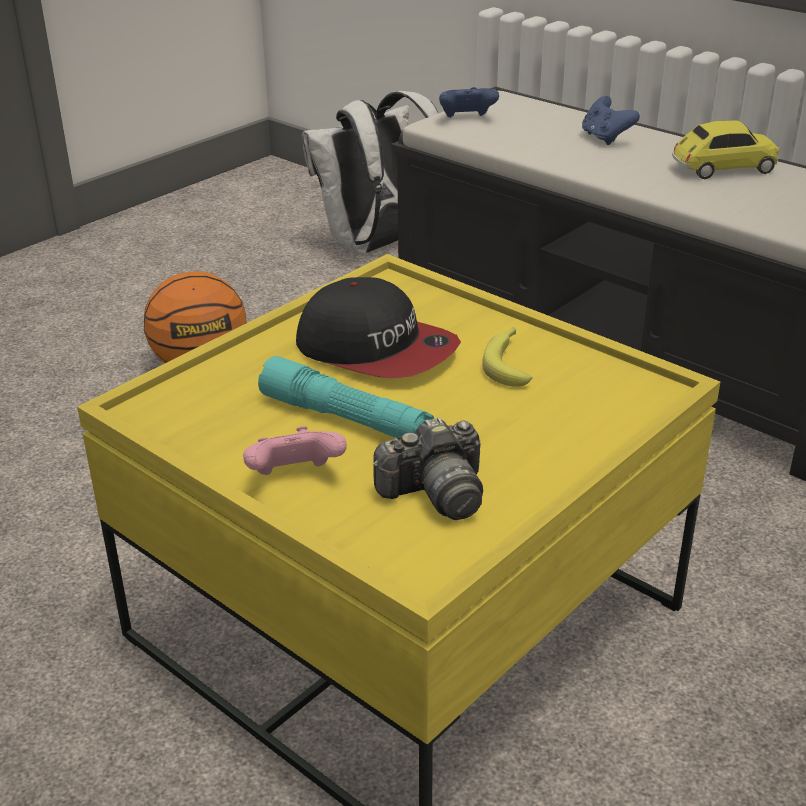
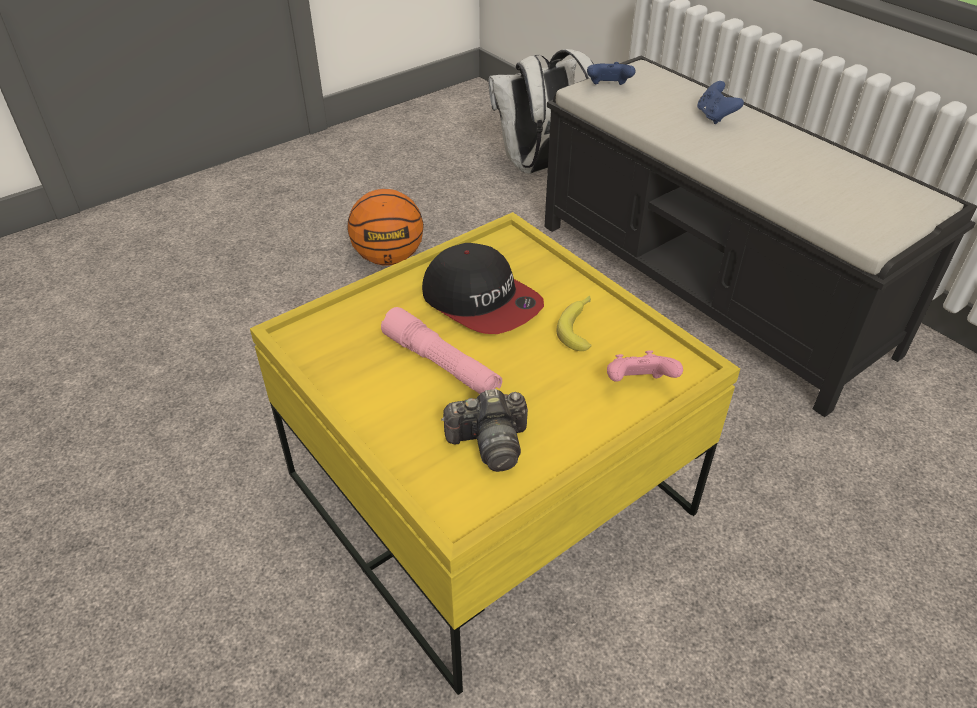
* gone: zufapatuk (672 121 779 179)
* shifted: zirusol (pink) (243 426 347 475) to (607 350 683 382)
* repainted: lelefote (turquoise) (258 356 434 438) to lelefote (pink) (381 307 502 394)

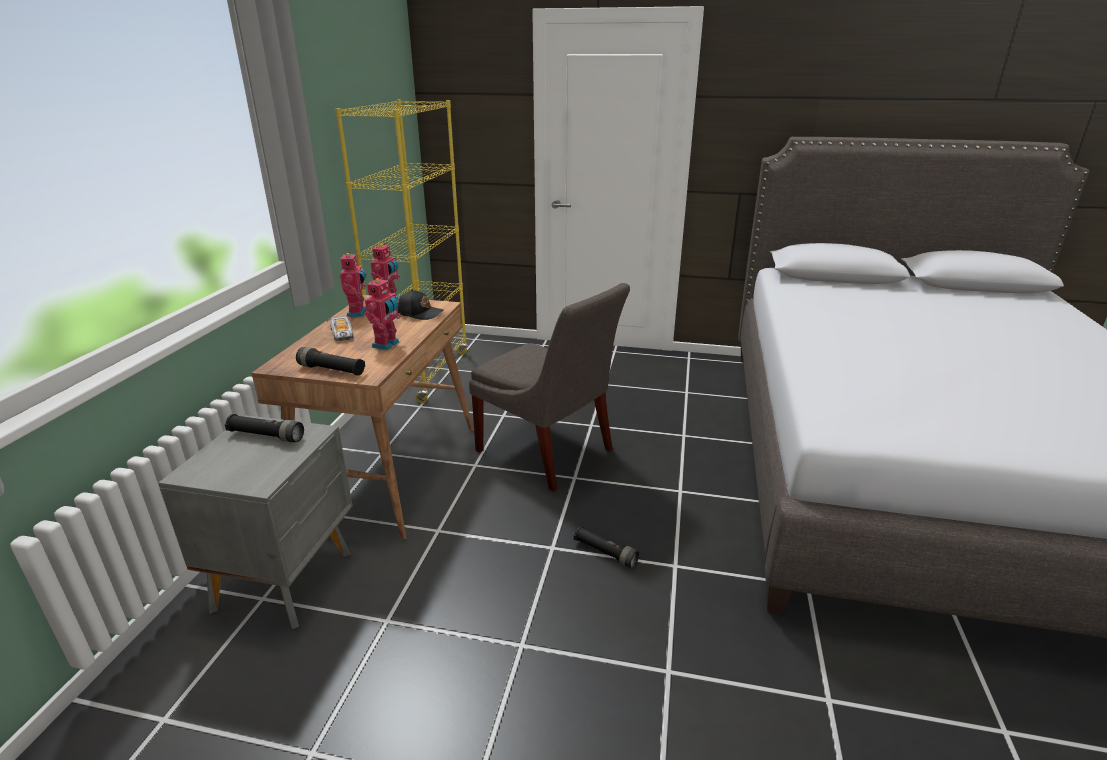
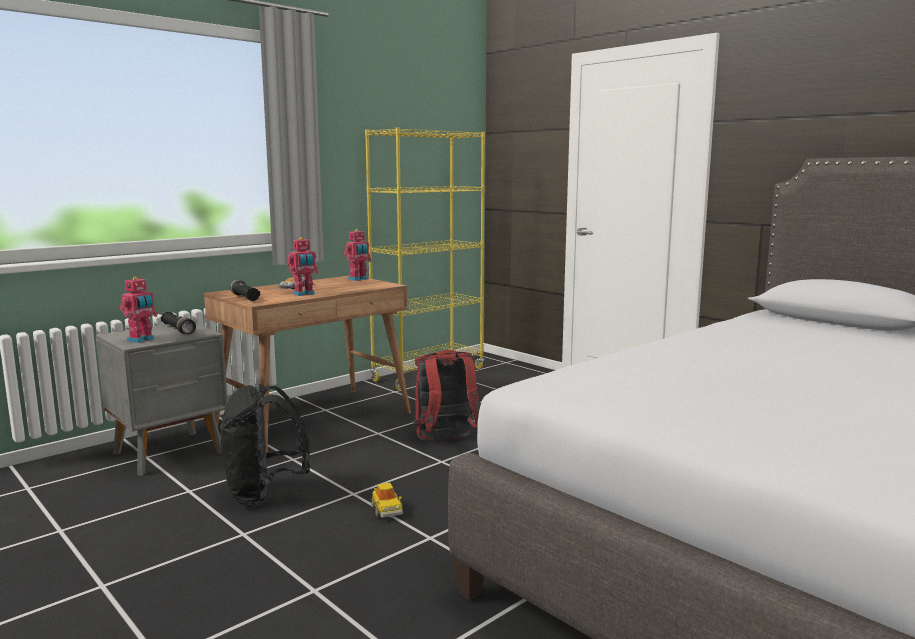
* gone: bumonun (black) (397 290 444 320)
* new: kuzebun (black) (220 384 310 506)
* shifted: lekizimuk (340 252 366 317) to (120 277 158 343)
* swapped: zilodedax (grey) (469 283 630 492) to kuzebun (red) (413 350 481 441)
* swapped: lelefote (black) (574 526 639 568) to zufapatuk (371 483 403 518)

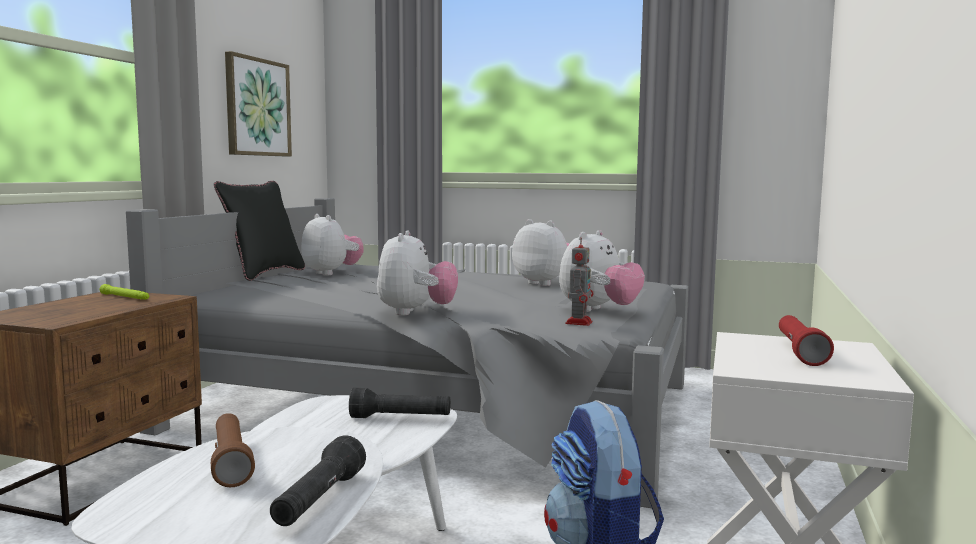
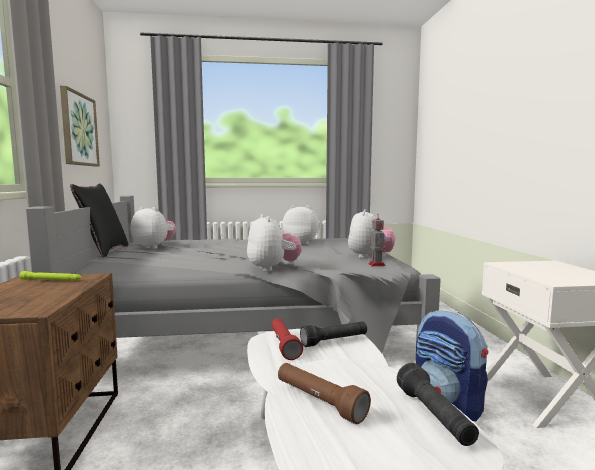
* shifted: lelefote (red) (779 315 834 366) to (271 318 303 360)

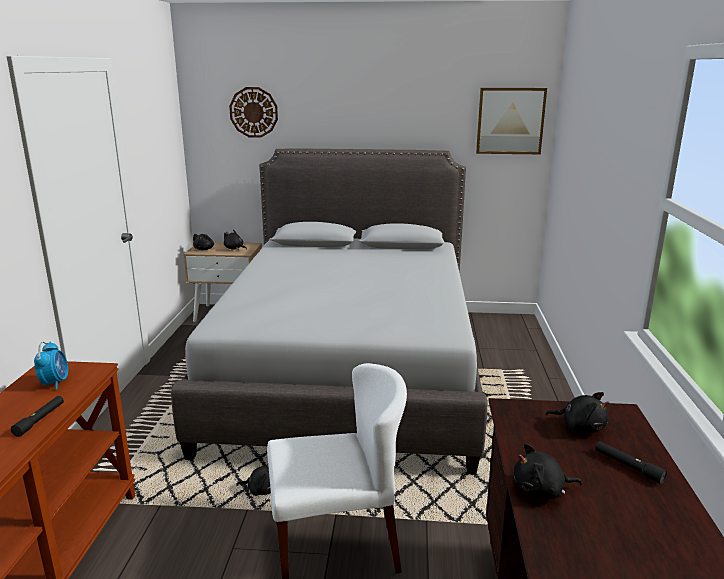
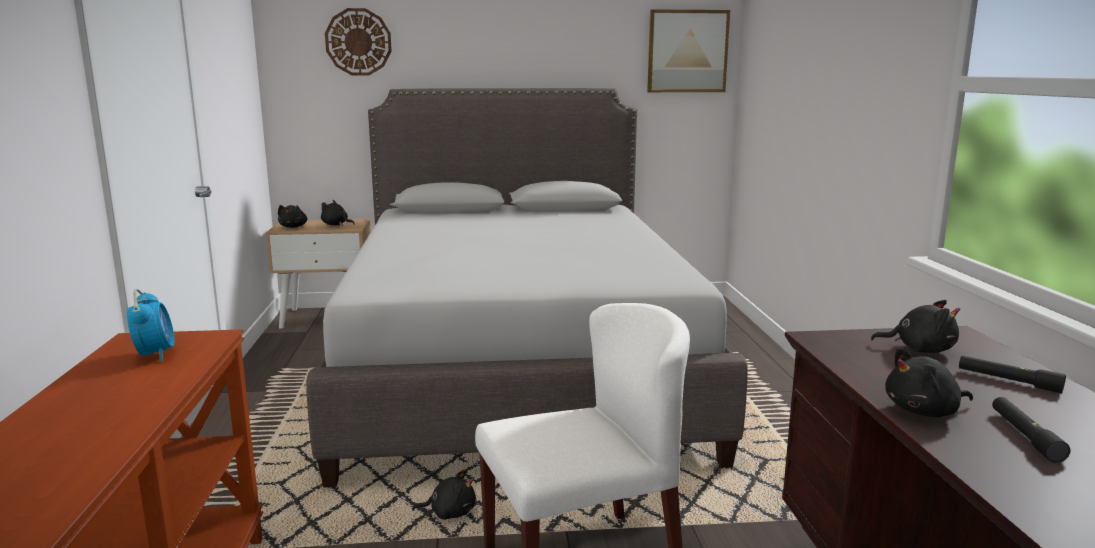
* shifted: lelefote (black) (11 396 64 437) to (992 397 1070 463)

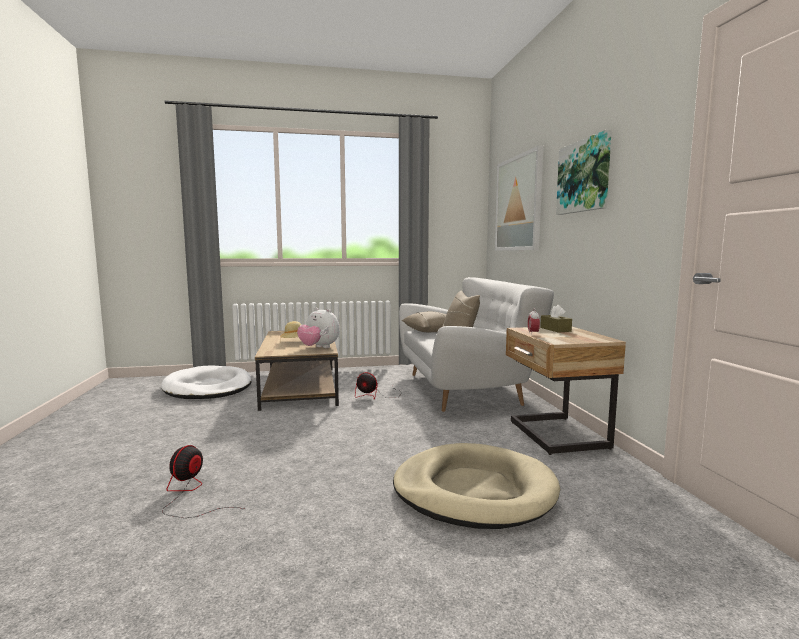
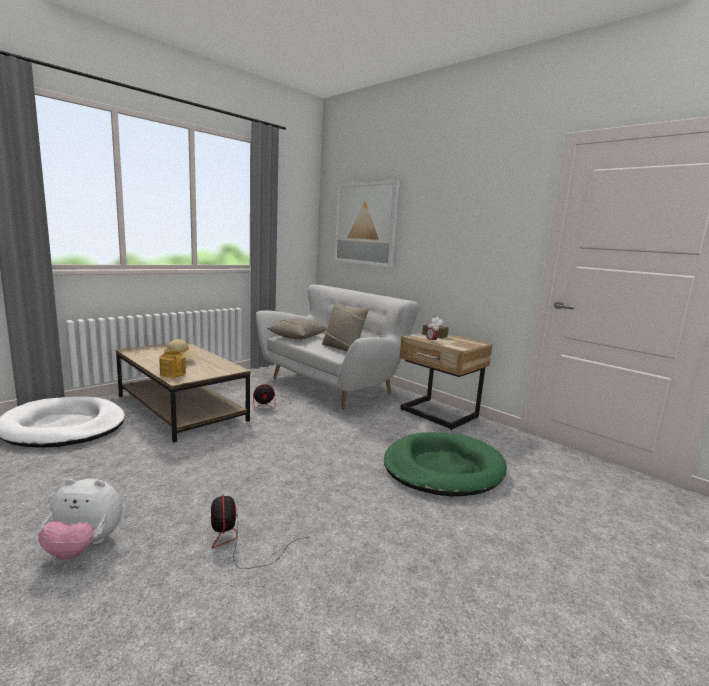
* gone: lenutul (556 130 612 215)
* new: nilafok (159 349 186 377)
* shifted: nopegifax (297 308 340 348) to (38 479 122 560)
* repainted: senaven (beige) (393 443 560 529) to senaven (green) (384 432 507 496)

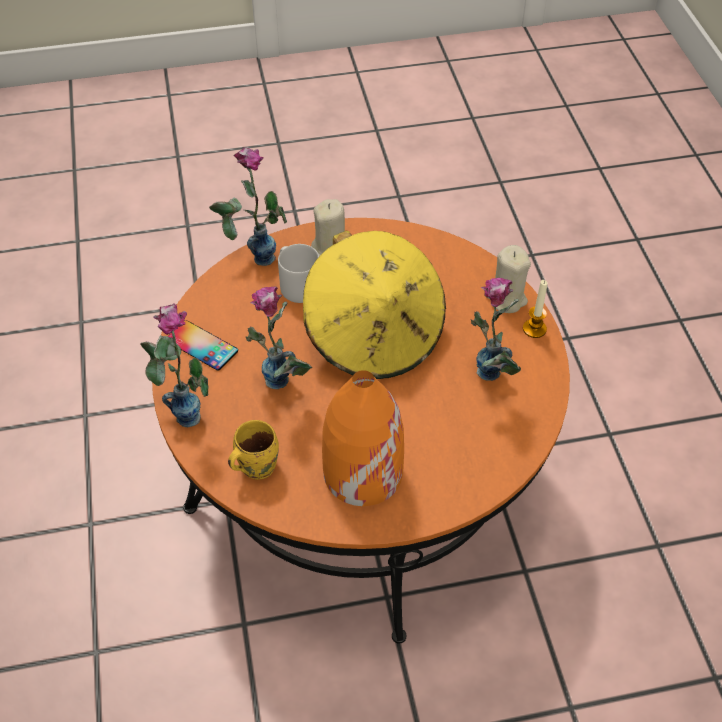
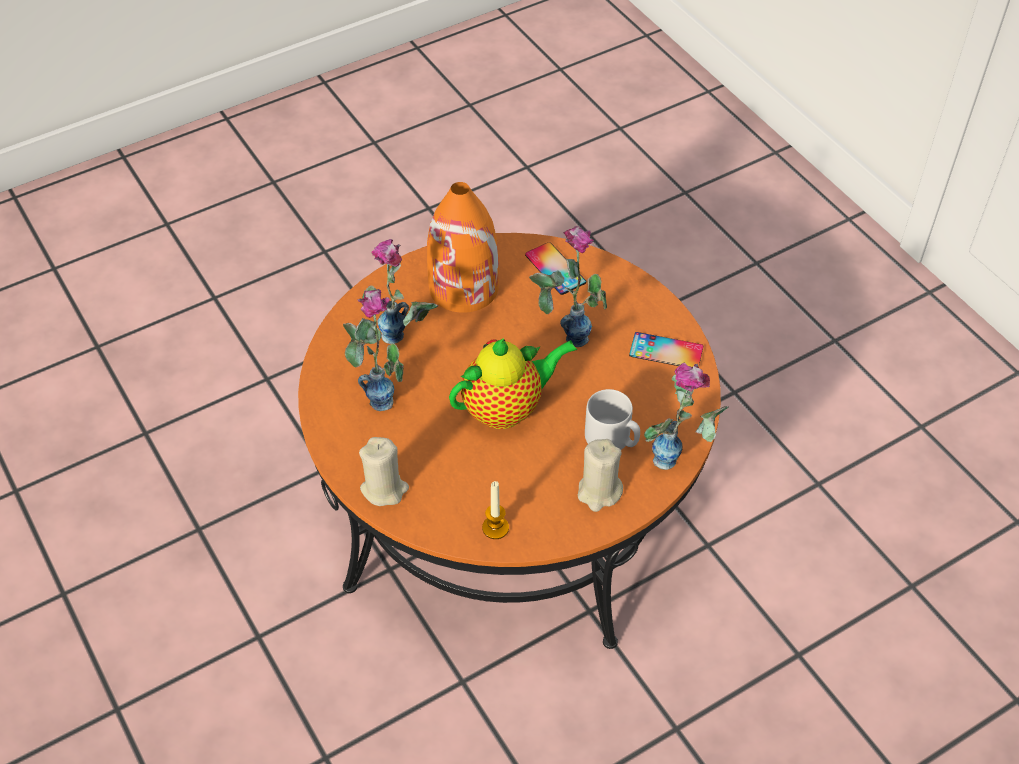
* shifted: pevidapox (140 303 209 427) to (362 239 438 344)
* shifted: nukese (523 280 547 338) to (482 481 509 539)
* swapped: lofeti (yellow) (228 420 279 480) to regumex (525 242 586 295)
* swapped: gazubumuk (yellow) (303 231 446 379) to nilafok (449 338 577 429)

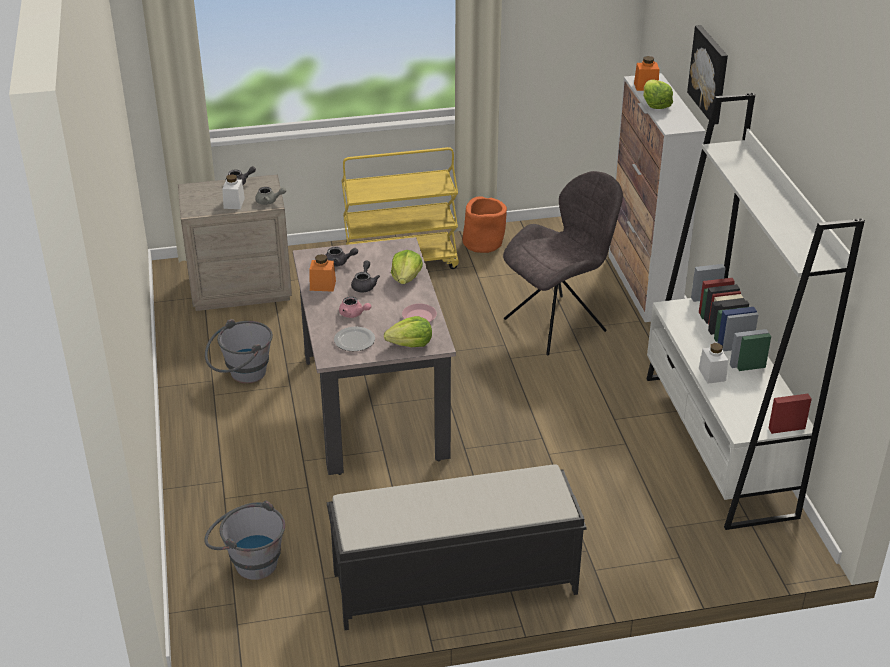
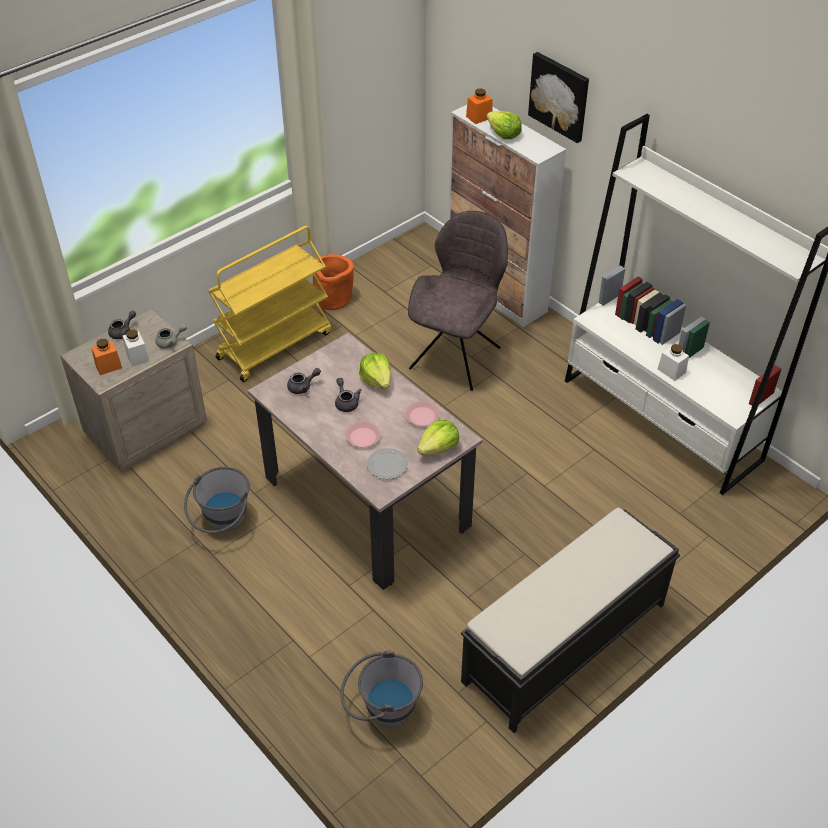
* shifted: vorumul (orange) (309 254 336 292) to (91 339 122 375)
* swapped: nilafok (pink) (339 296 371 318) to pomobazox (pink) (346 422 380 447)

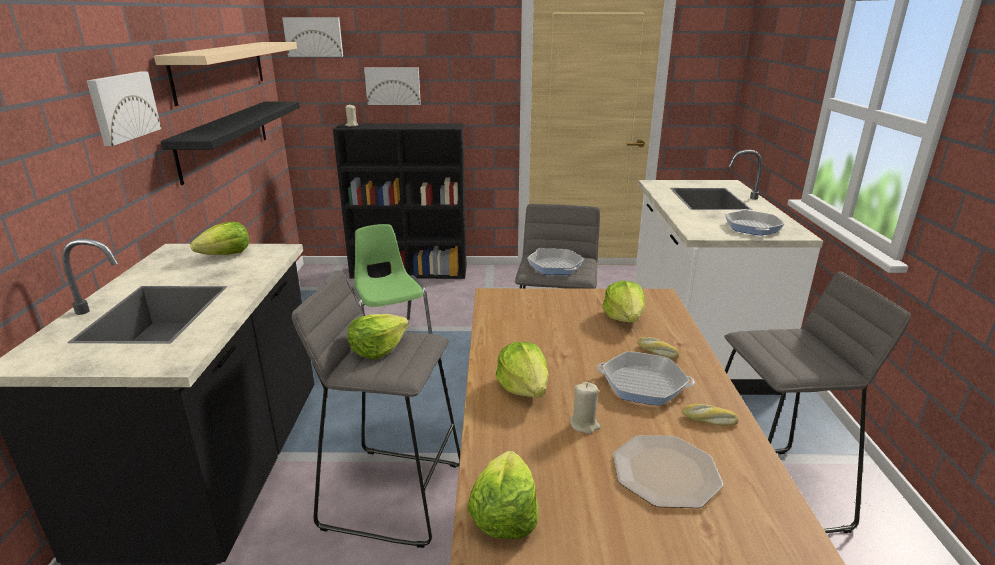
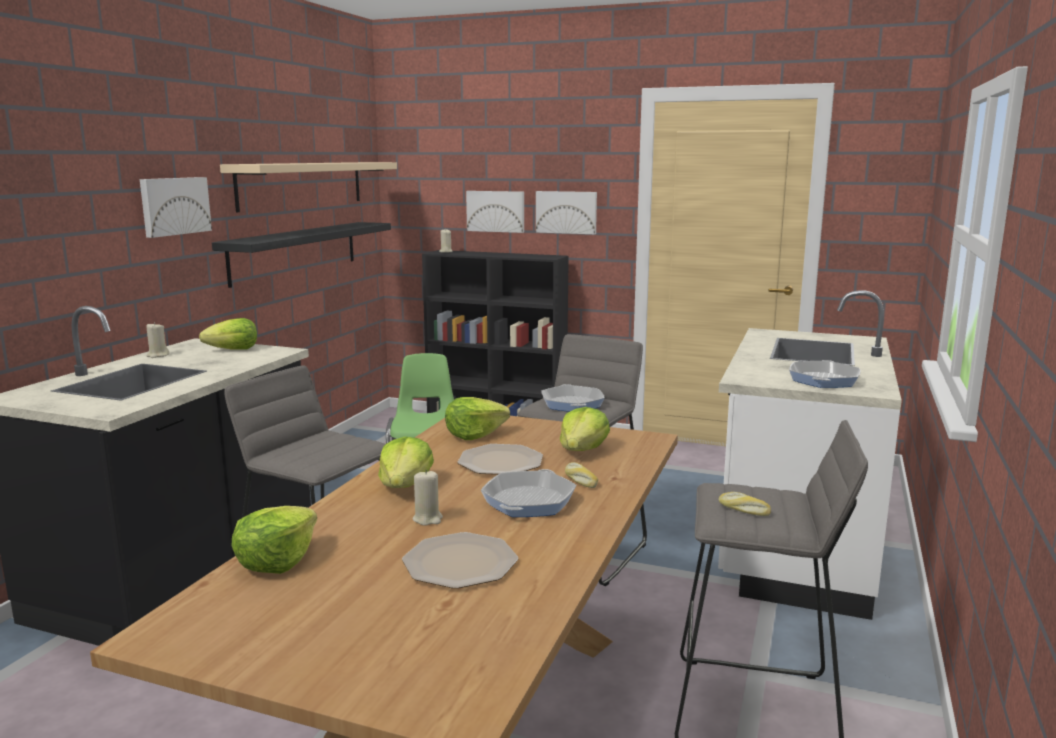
* new: nukese (beige) (146 322 170 358)
* new: pomobazox (457 444 543 475)
* shifted: lenutul (282 17 343 57) to (536 191 597 234)
* shifted: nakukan (347 314 409 360) to (445 397 510 440)
* shifted: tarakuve (682 404 738 426) to (719 492 771 516)
* rotated: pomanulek (597 351 695 406) = (481 469 576 517) 75 degrees clockwise

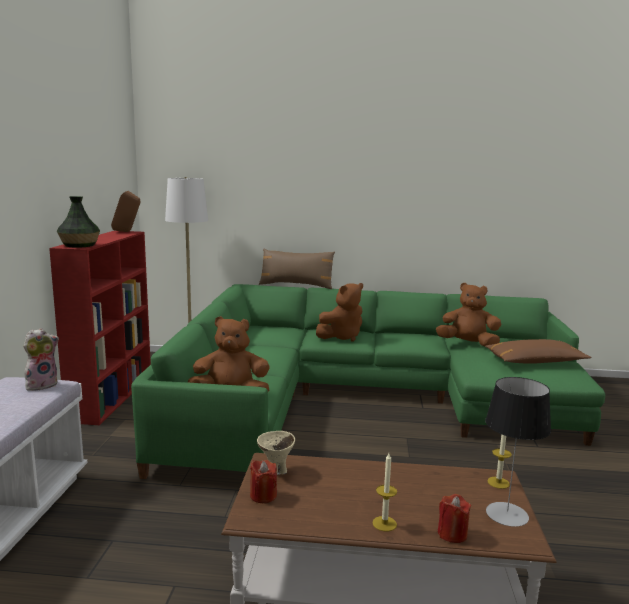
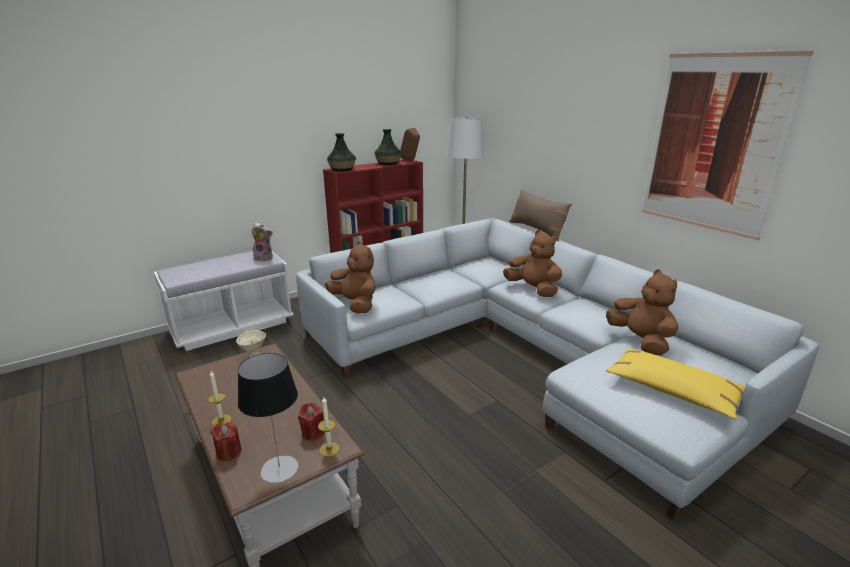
* new: pevidapox (374 129 402 165)
* new: lenutul (642 50 814 240)
* shifted: nukese (red) (250 460 277 503) to (298 402 325 441)
* repainted: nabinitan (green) (131 284 605 479) to nabinitan (grey) (296 218 819 520)
* repainted: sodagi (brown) (485 339 592 364) to sodagi (yellow) (606 348 745 420)
* rotated: nopegifax (brown) (316 283 363 342) = (503 230 562 297) 150 degrees counterclockwise

